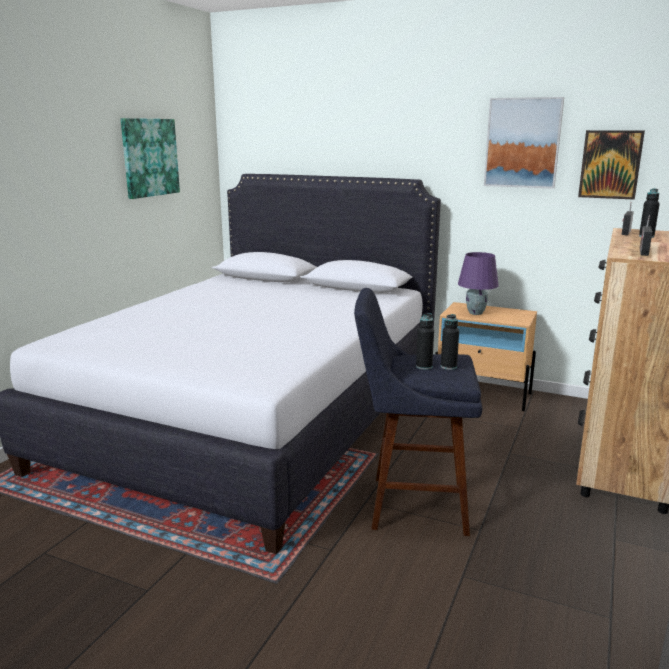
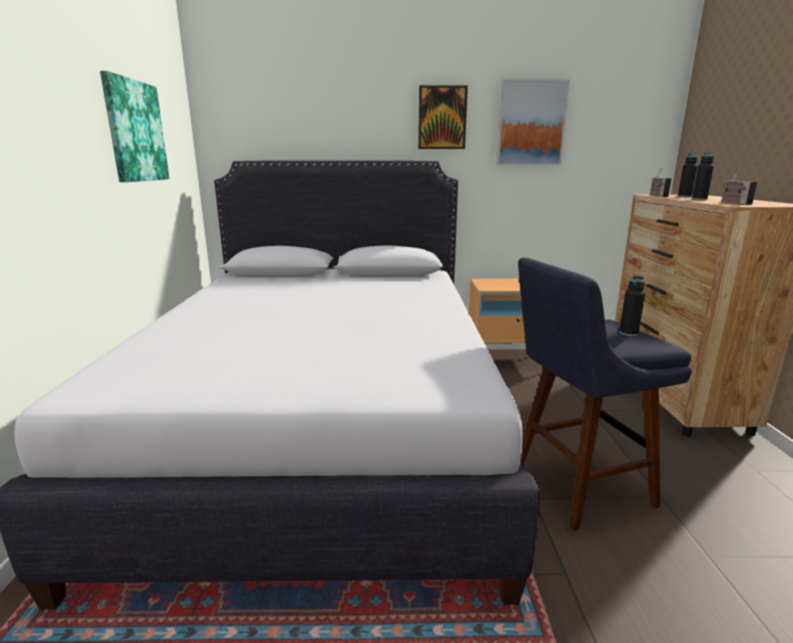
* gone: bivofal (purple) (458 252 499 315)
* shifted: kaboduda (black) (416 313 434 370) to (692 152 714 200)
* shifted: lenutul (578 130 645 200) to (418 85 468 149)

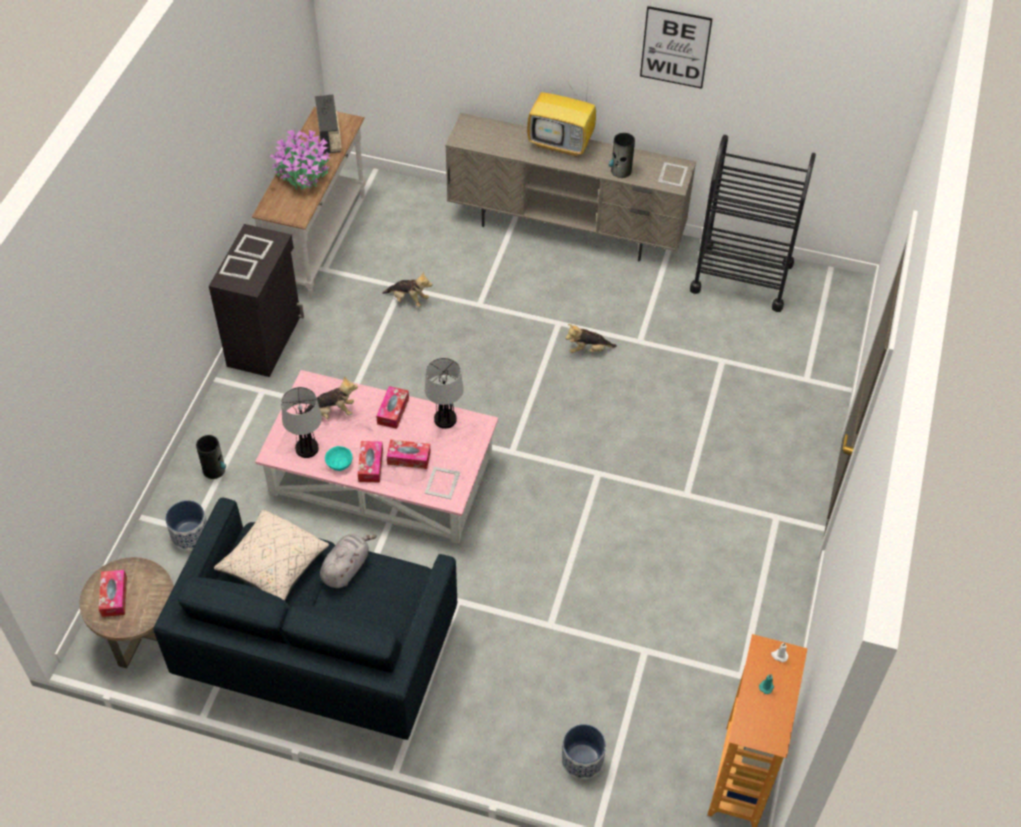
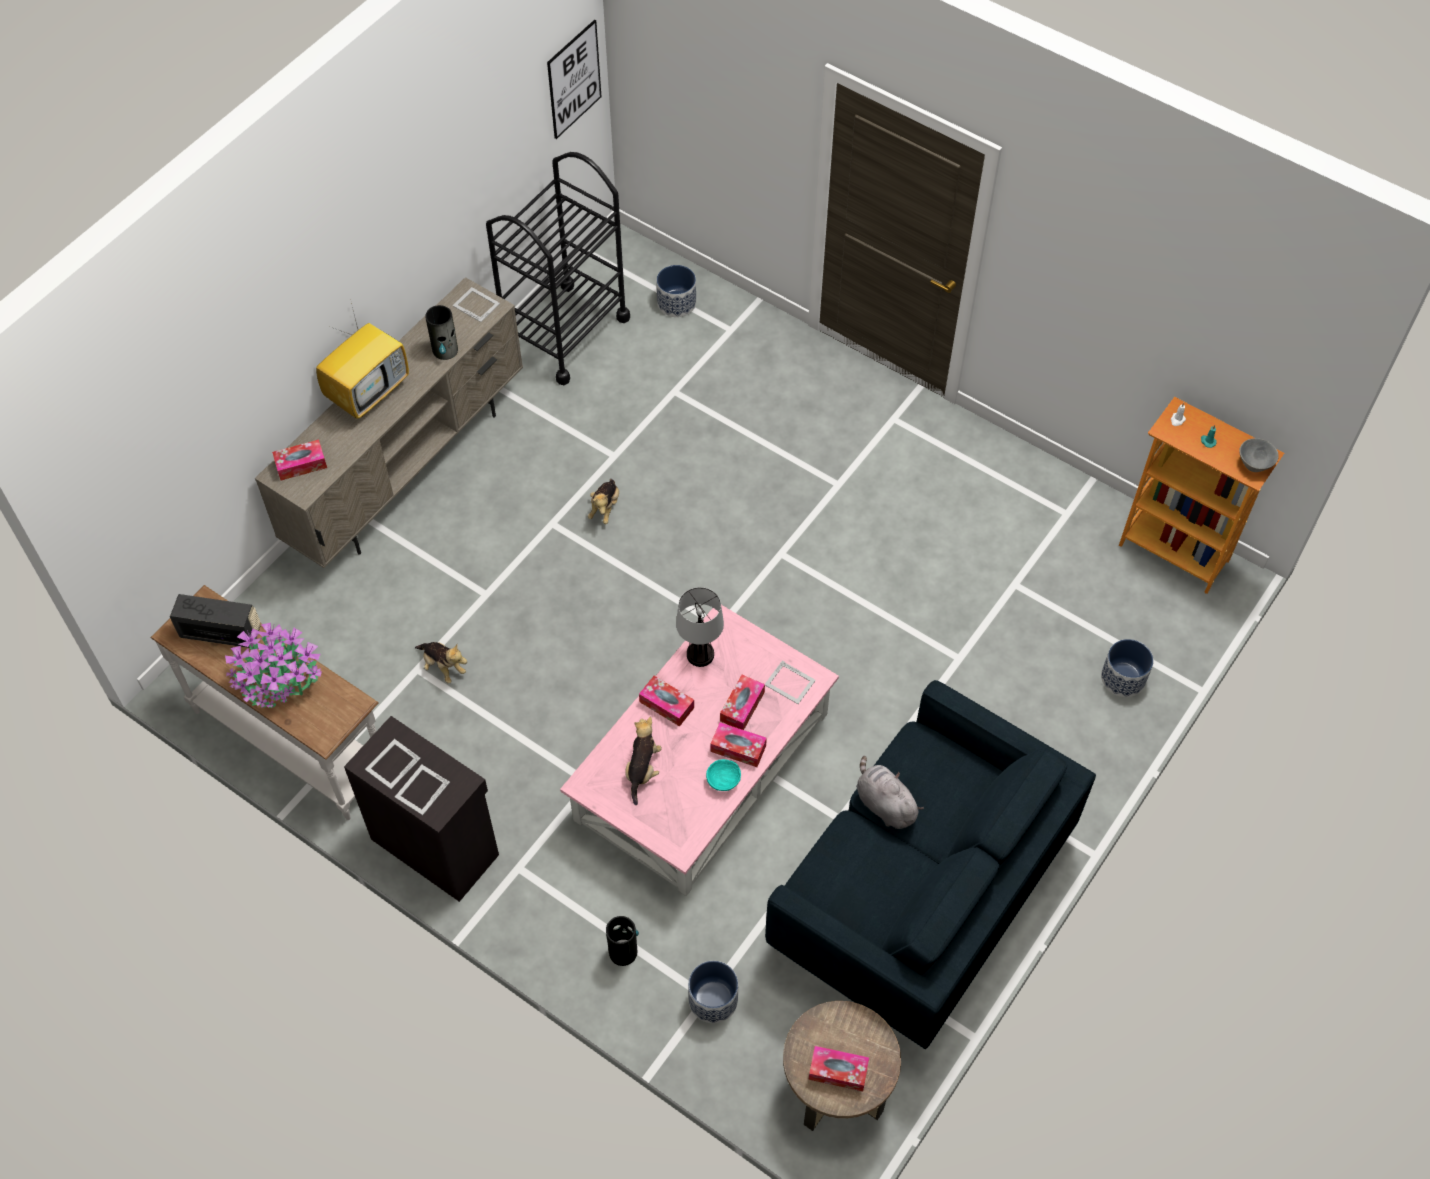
* gone: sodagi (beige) (214 509 329 600)
* gone: bivofal (281 387 322 458)
* new: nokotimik (272 440 327 481)
* new: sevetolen (657 265 696 317)
* new: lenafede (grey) (1239 438 1279 472)
* shifted: lenutul (640 6 713 89) to (547 20 601 139)
* rotated: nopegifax (382 271 433 307) = (415 642 467 684) 90 degrees clockwise

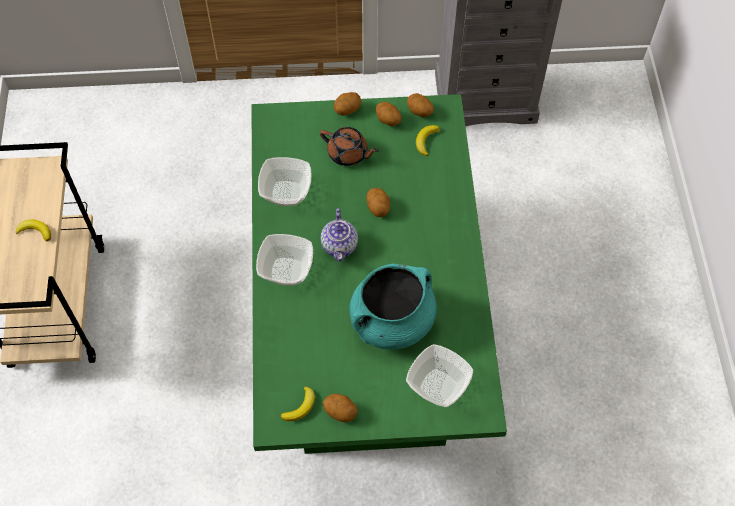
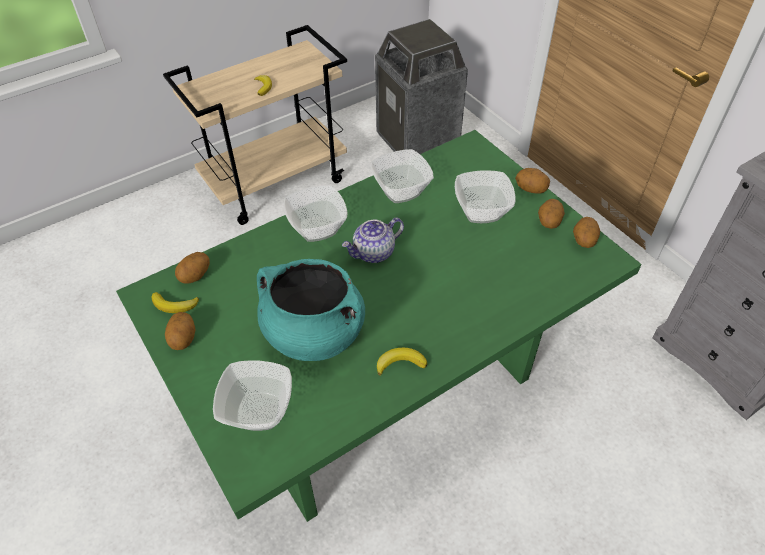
* new: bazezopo (375 19 468 154)
* shifted: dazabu (366 188 390 217) to (175 252 210 284)
* shifted: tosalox (416 125 440 156) to (377 348 427 376)
* swapped: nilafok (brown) (320 127 379 166) to lenafede (455 171 516 223)

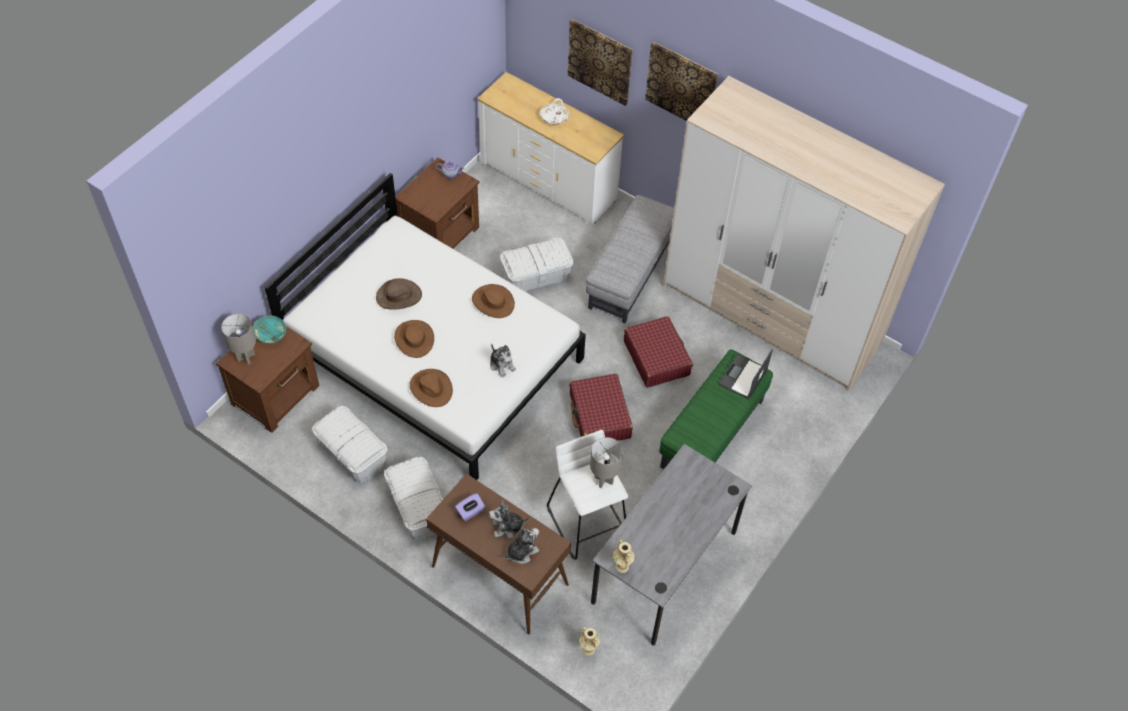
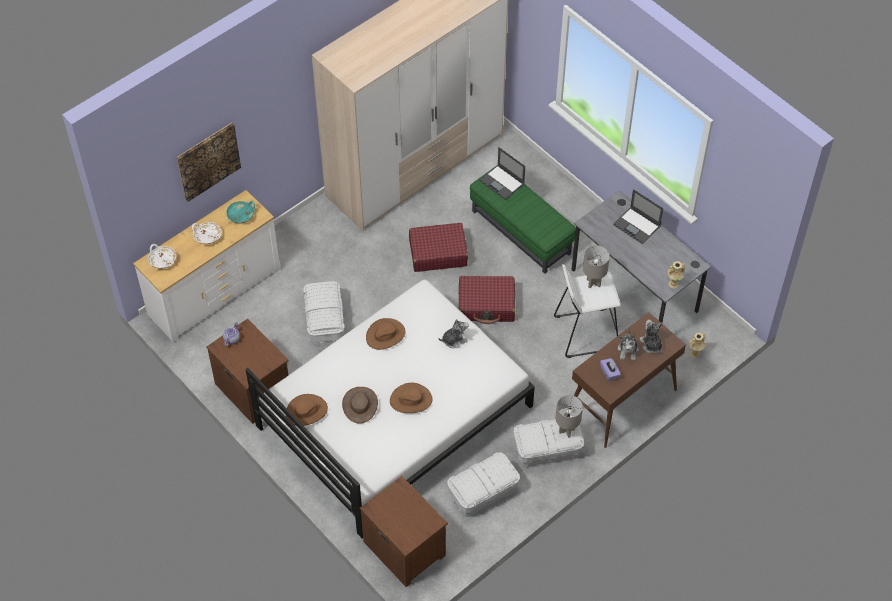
* gone: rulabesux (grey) (586 195 674 323)
* gone: lenutul (645 42 718 121)
* new: lenafede (white) (148 244 176 269)
* new: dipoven (613 189 664 244)
* shifted: bivofal (grey) (221 314 256 364) to (555 395 583 438)
* shifted: lenafede (turquoise) (253 316 286 344) to (226 201 255 224)
* shifted: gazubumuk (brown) (410 369 453 407) to (286 394 328 426)

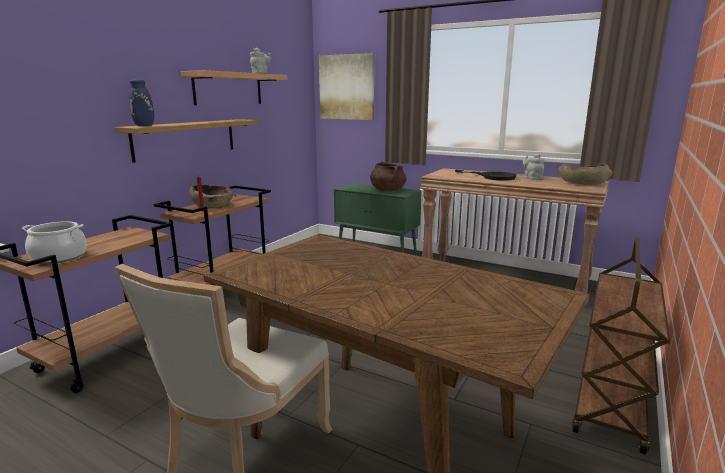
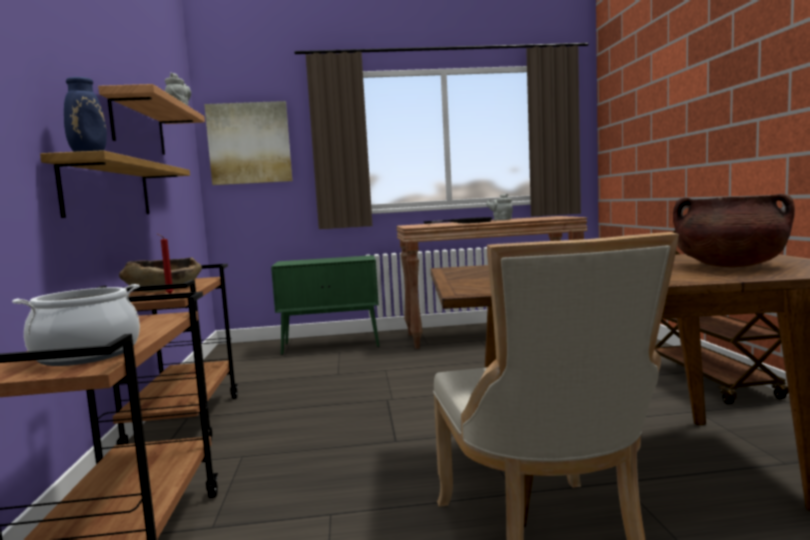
* gone: lenafede (brown) (557 163 613 185)
* shifted: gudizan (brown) (370 162 407 191) to (673 194 795 267)

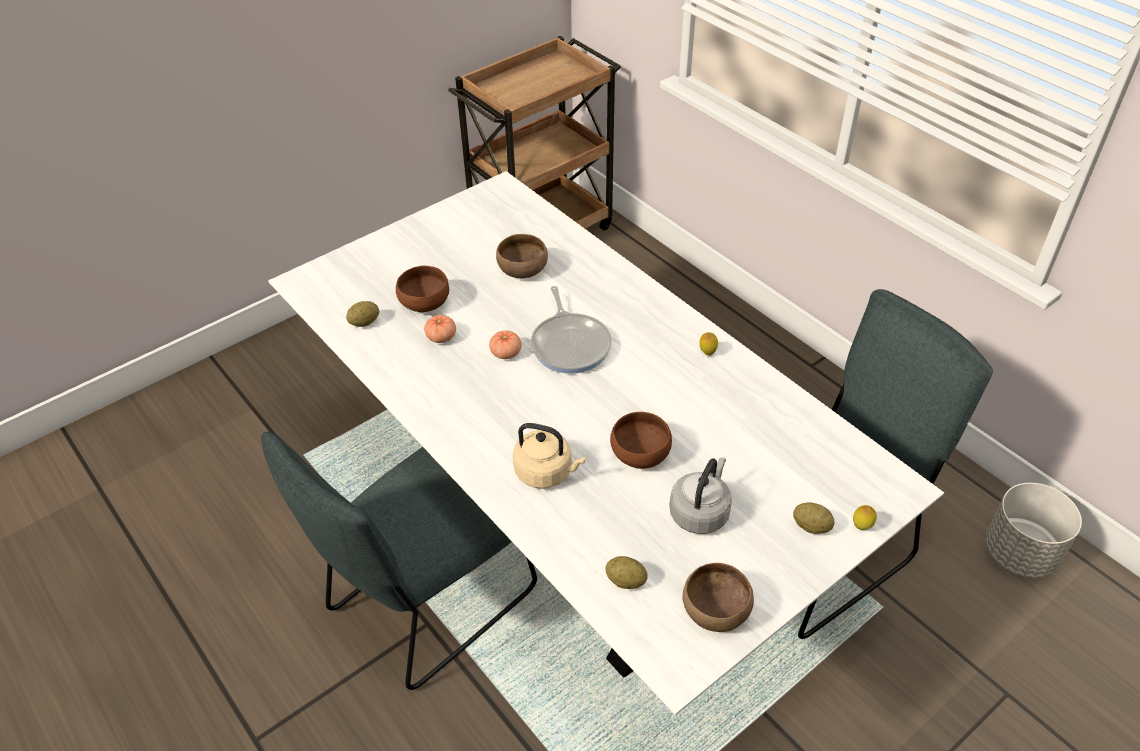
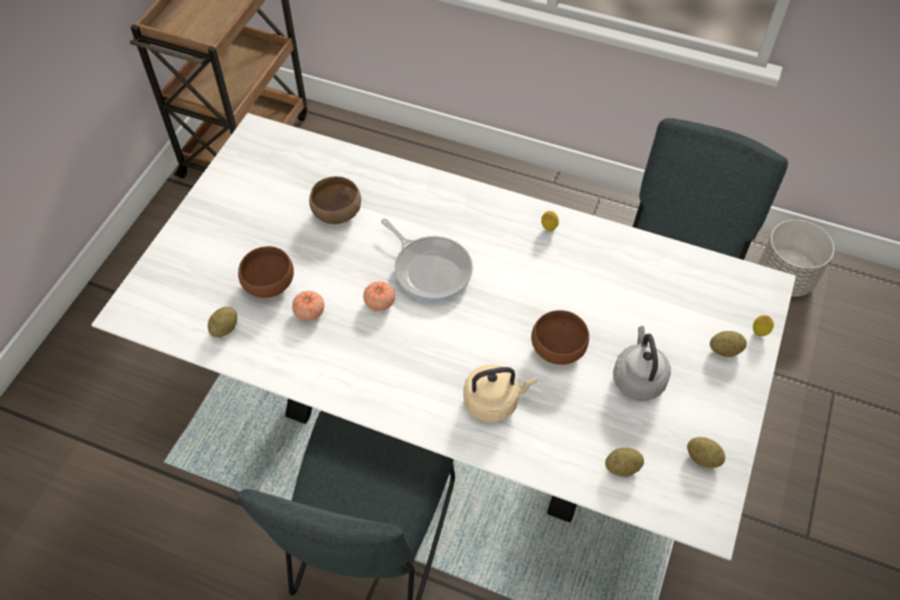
* swapped: lenafede (brown) (682 563 754 632) to dazabu (687 437 725 468)

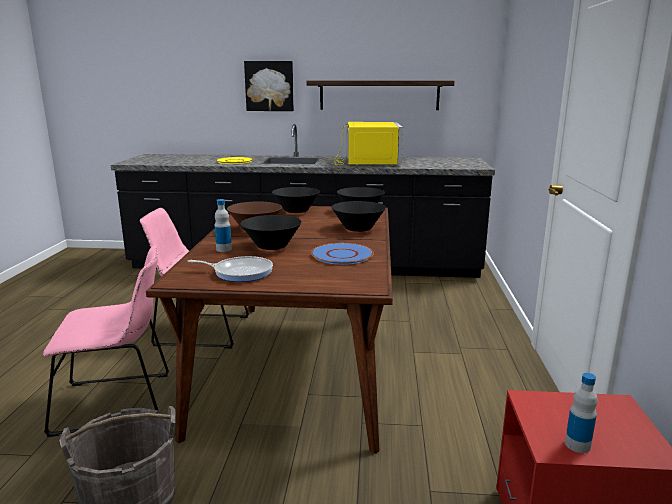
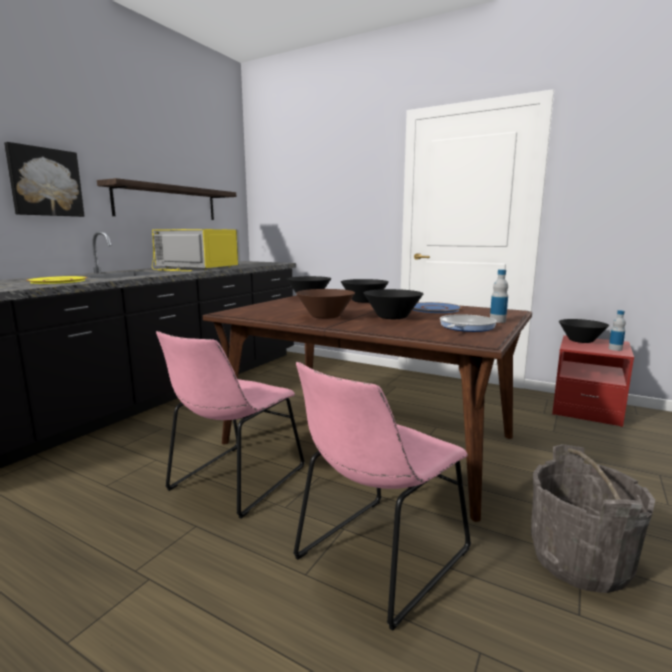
* shifted: kaboduda (215 199 232 252) to (490 269 508 323)
* shifted: lenafede (black) (272 187 320 213) to (559 319 609 343)
* rotated: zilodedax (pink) (43 245 169 437) = (293 362 471 631) 150 degrees counterclockwise

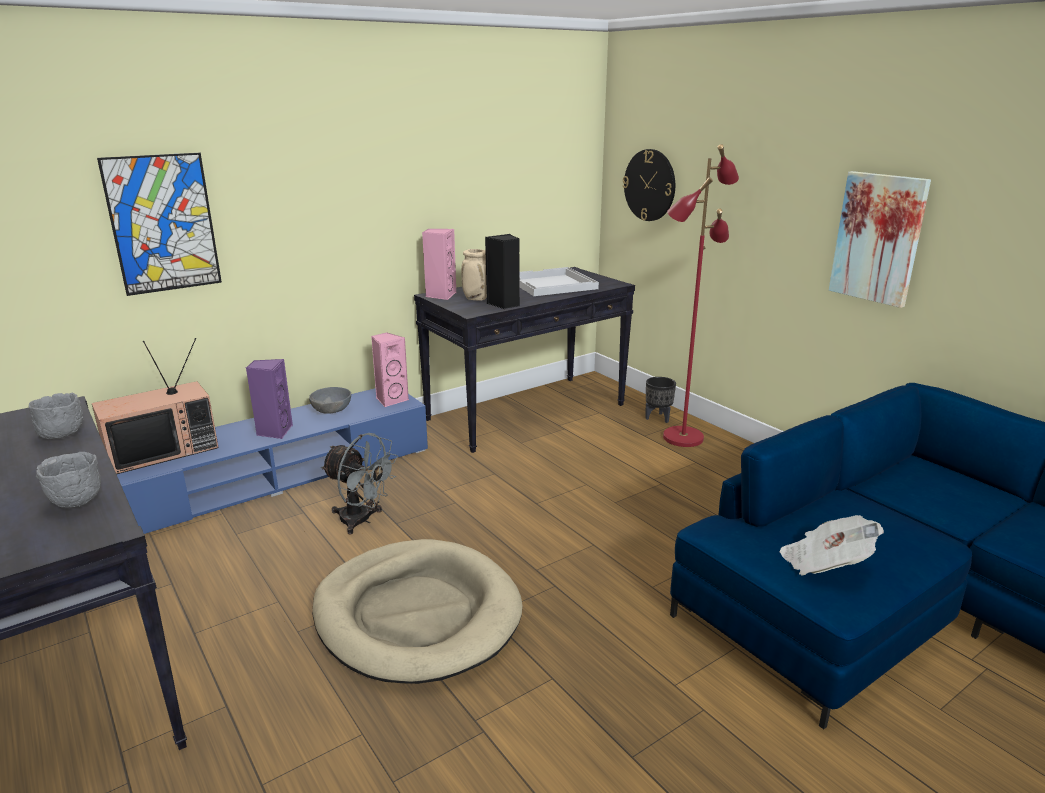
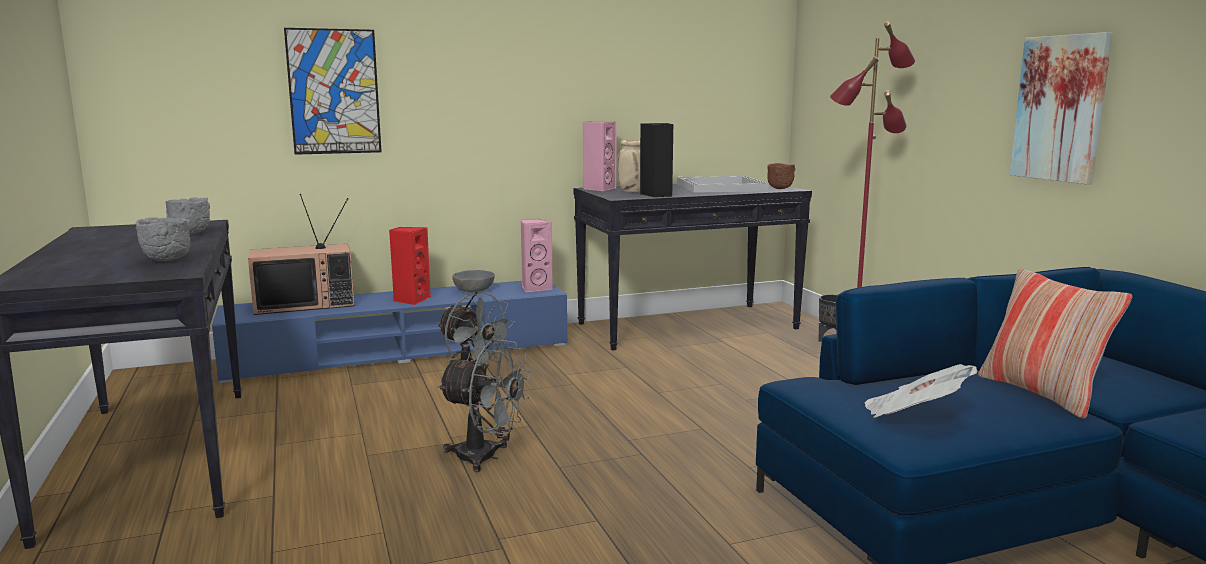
* gone: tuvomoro (623 149 675 221)
* new: lenafede (brown) (767 163 795 189)
* new: sodagi (978 268 1132 419)
* swapped: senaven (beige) (312 539 523 684) to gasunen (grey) (437 339 531 472)
* repainted: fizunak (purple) (246 359 293 439) to fizunak (red) (389 227 431 305)

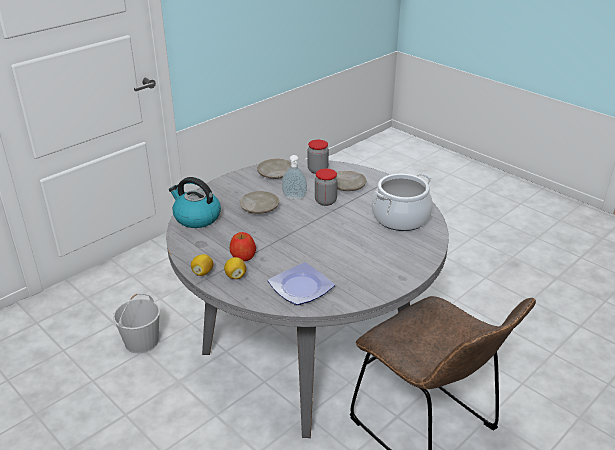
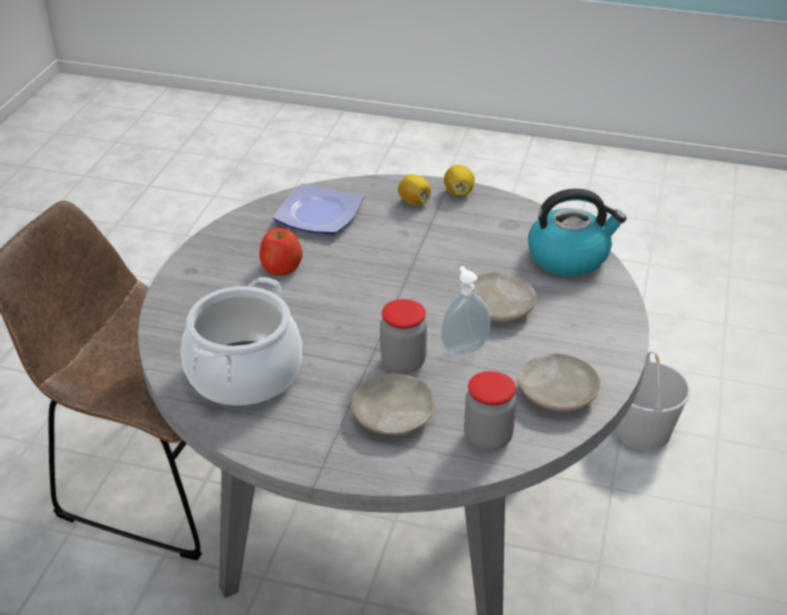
* shifted: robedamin (230 232 256 261) to (259 228 303 276)

